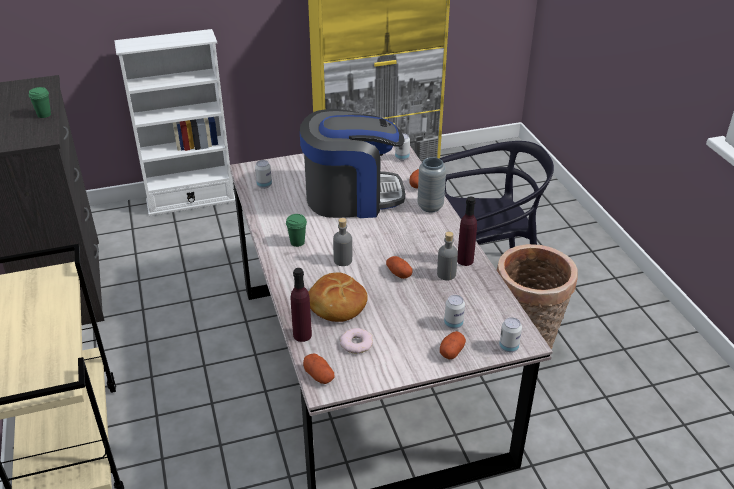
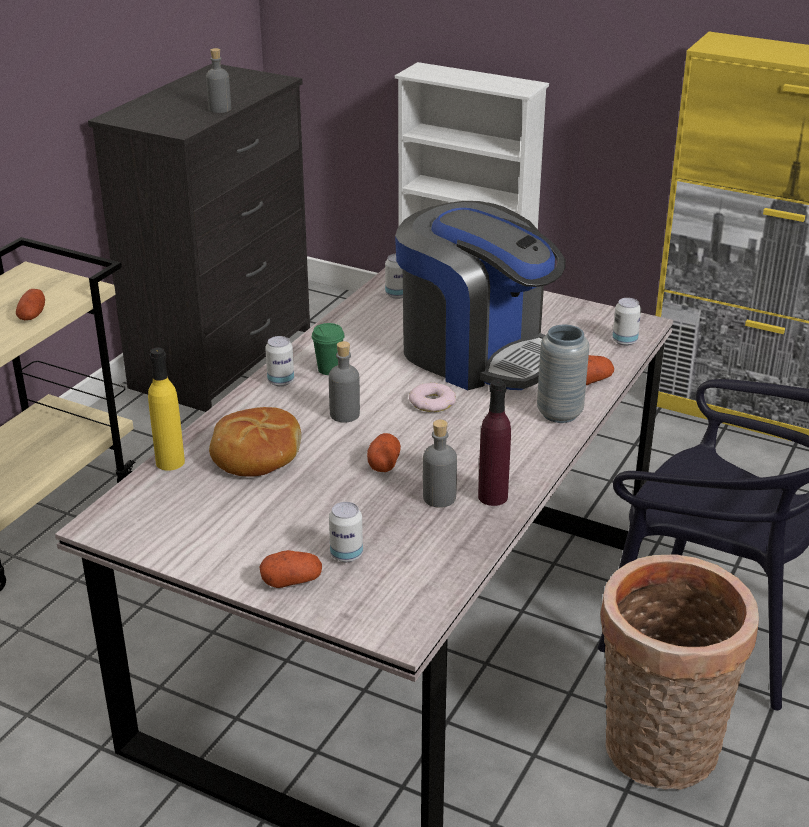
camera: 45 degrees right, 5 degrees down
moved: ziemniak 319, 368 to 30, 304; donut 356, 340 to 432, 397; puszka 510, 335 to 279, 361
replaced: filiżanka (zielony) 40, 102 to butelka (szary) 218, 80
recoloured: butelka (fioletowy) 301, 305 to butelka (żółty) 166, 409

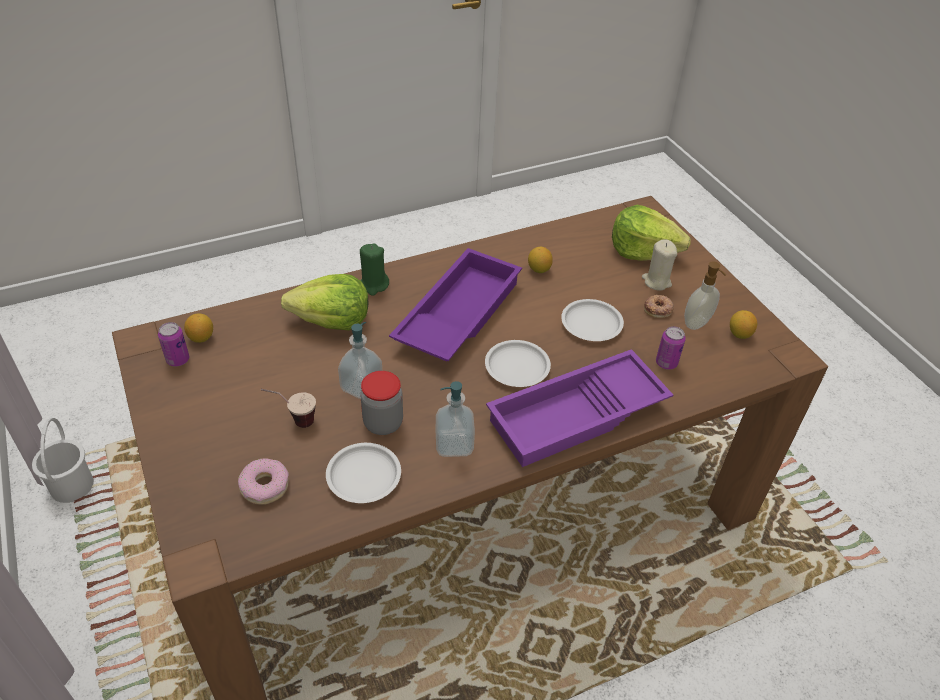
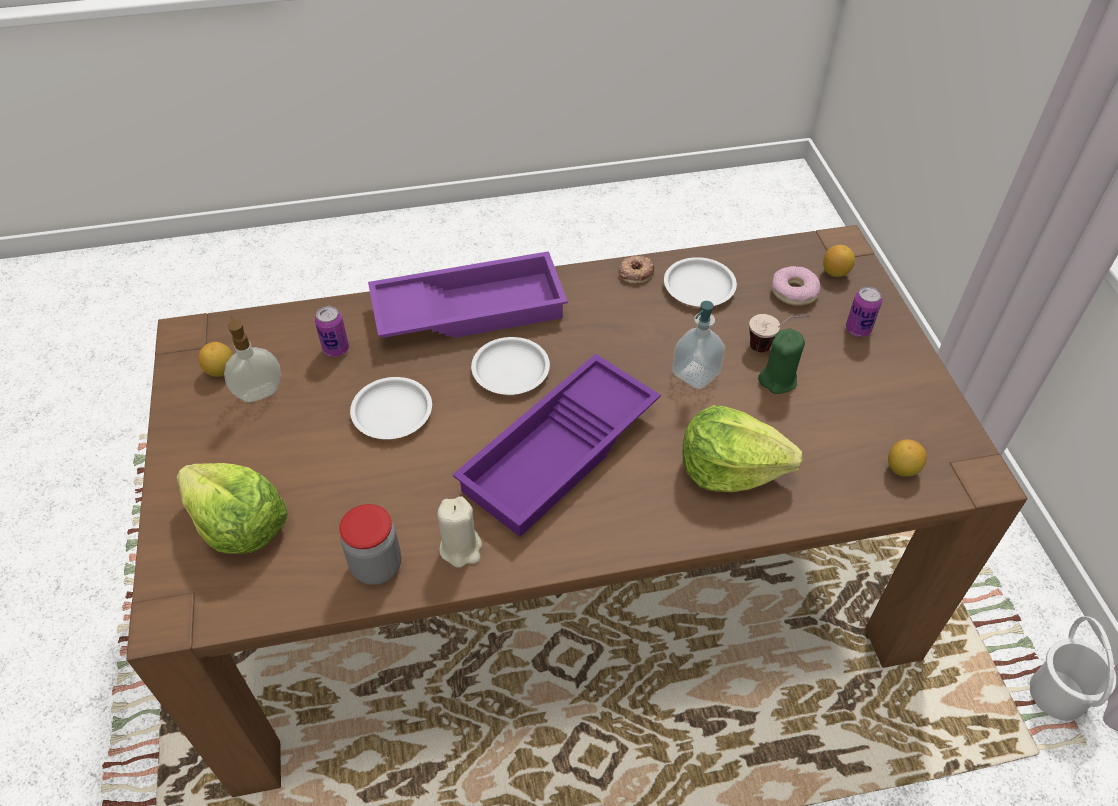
camera: 165 degrees left, 5 degrees up
removed: dozownik mydła 455, 419
moved: puszka 173, 344 to 864, 311; świeca (zielony) 374, 269 to 781, 361; słoik 381, 403 to 370, 544; cytryna 540, 260 to 839, 261; świeca (beżowy) 659, 265 to 459, 532; donut 659, 306 to 636, 270

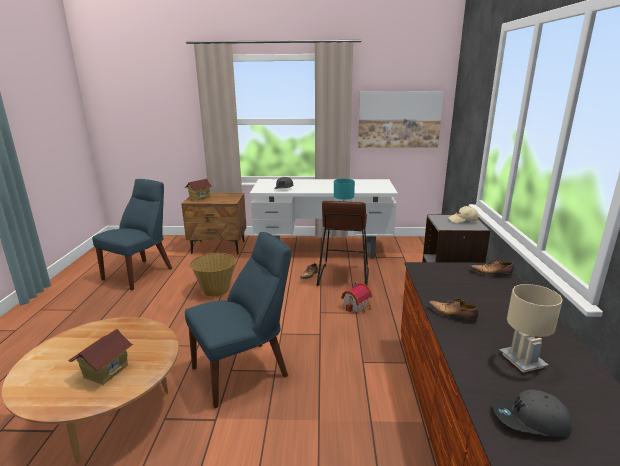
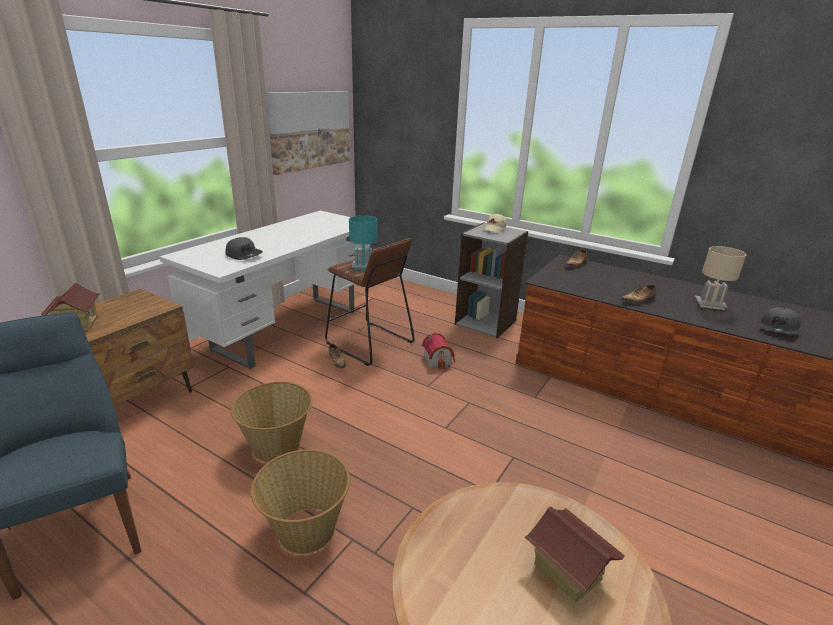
camera: 60 degrees left, 5 degrees up
removed: krzesło (niebieski) 238, 320
added: koszyk 300, 501

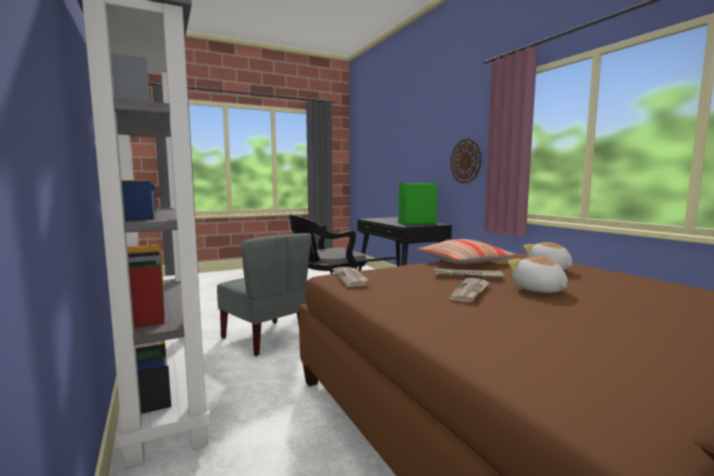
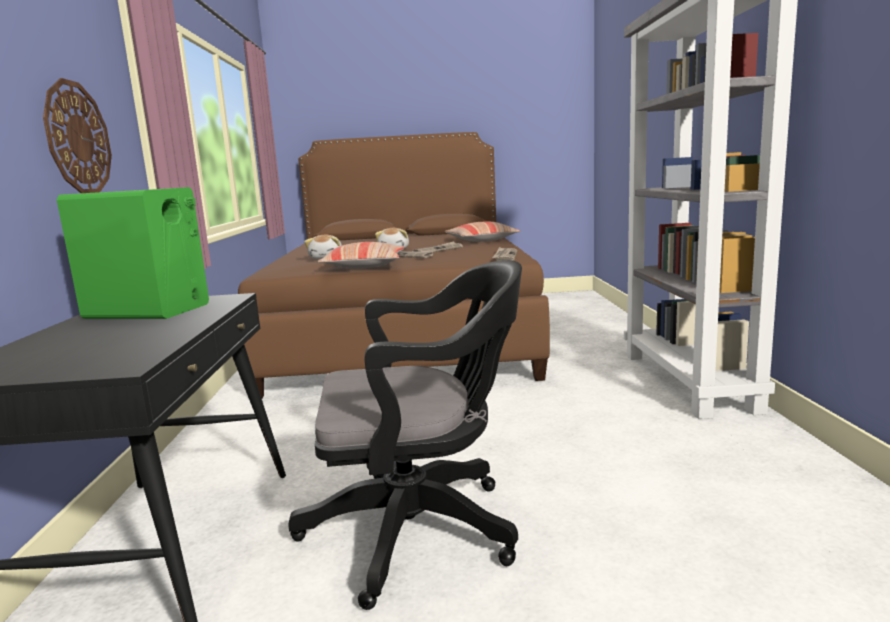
camera: 155 degrees left, 5 degrees up
removed: krzesło (szary) 264, 294
added: poduszka 482, 232

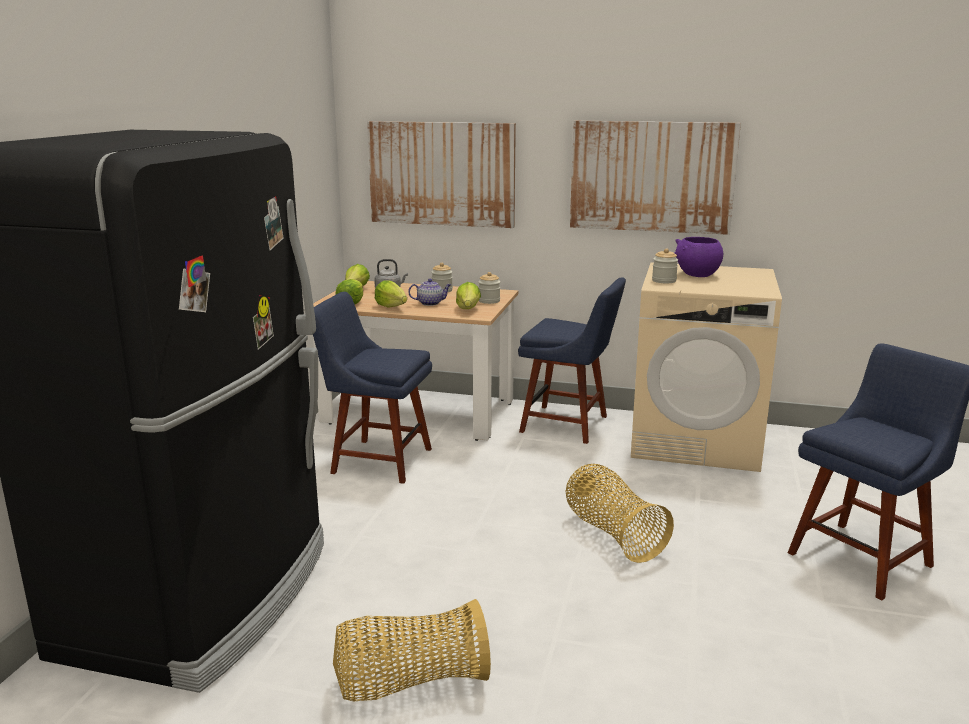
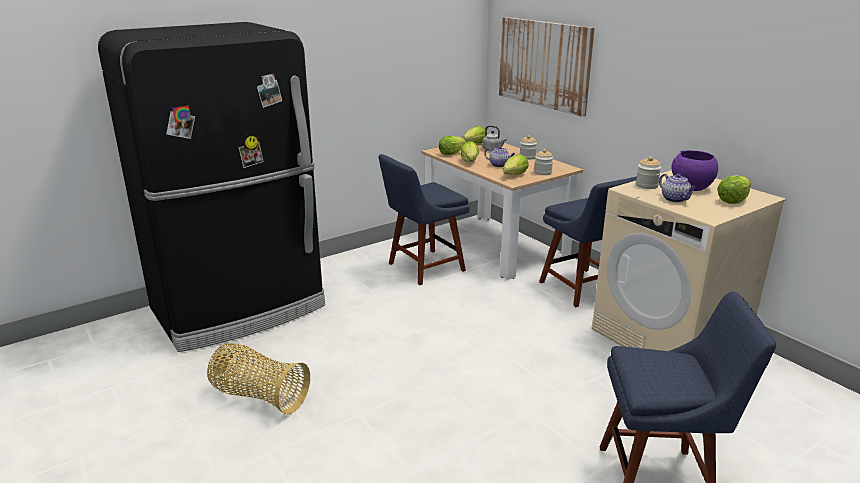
camera: 40 degrees right, 5 degrees up
removed: koszyk 620, 513; obraz 655, 178
added: imbryk 677, 188; sałata 734, 190
turned: krzesło (niebieski) 372, 388 = 424, 219 90 degrees counterclockwise

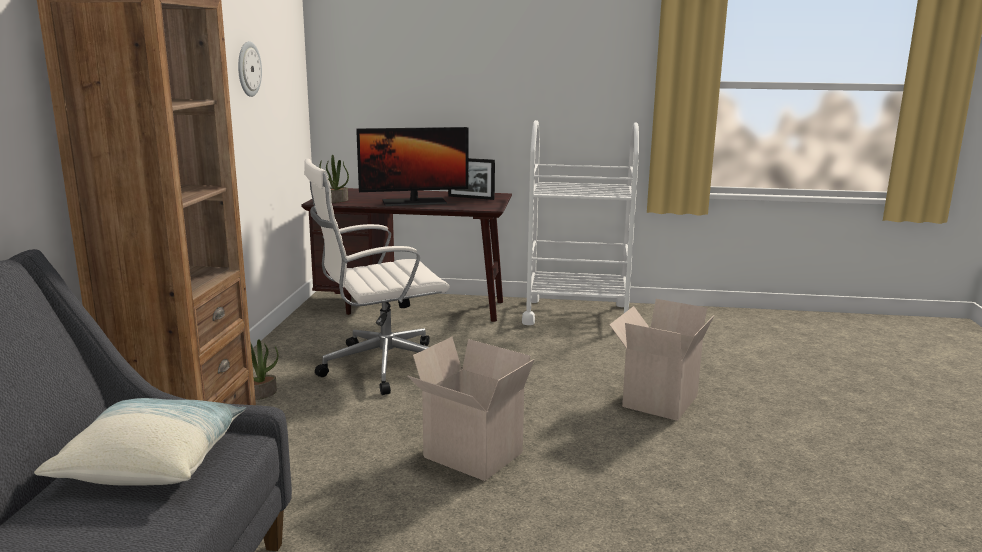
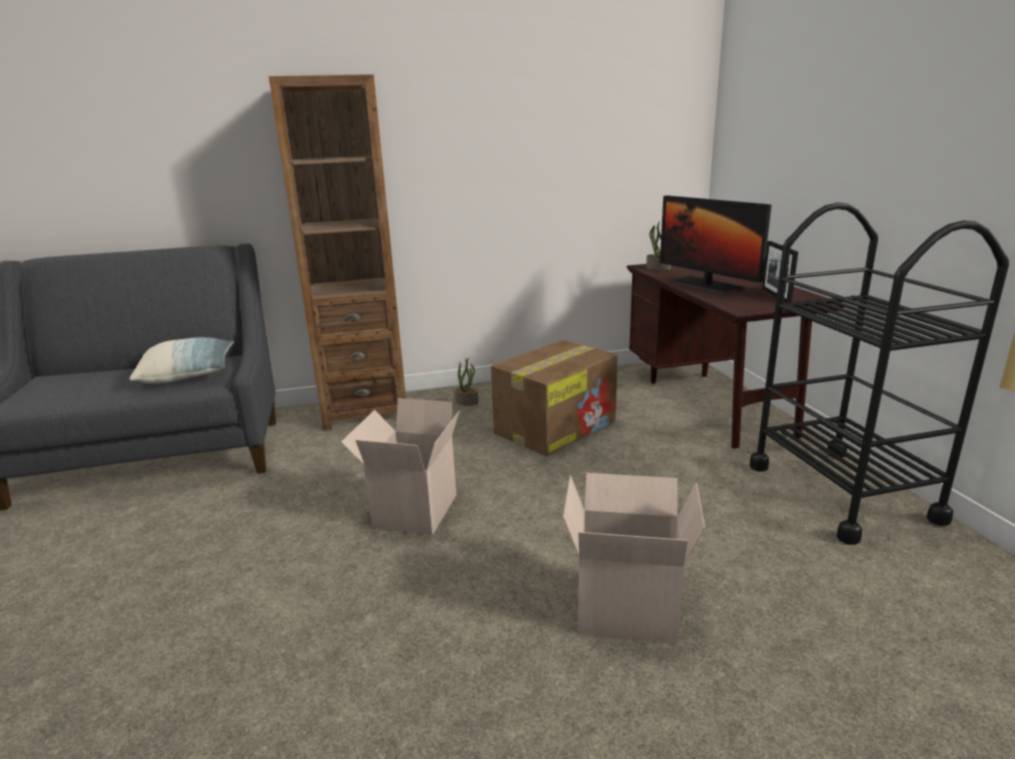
camera: 70 degrees right, 5 degrees up
removed: zegar ścienny 250, 69
replaced: krzesło biurowe (biały) 376, 276 to karton 554, 398
recoloured: wózek (biały) 580, 222 to wózek (czarny) 879, 373

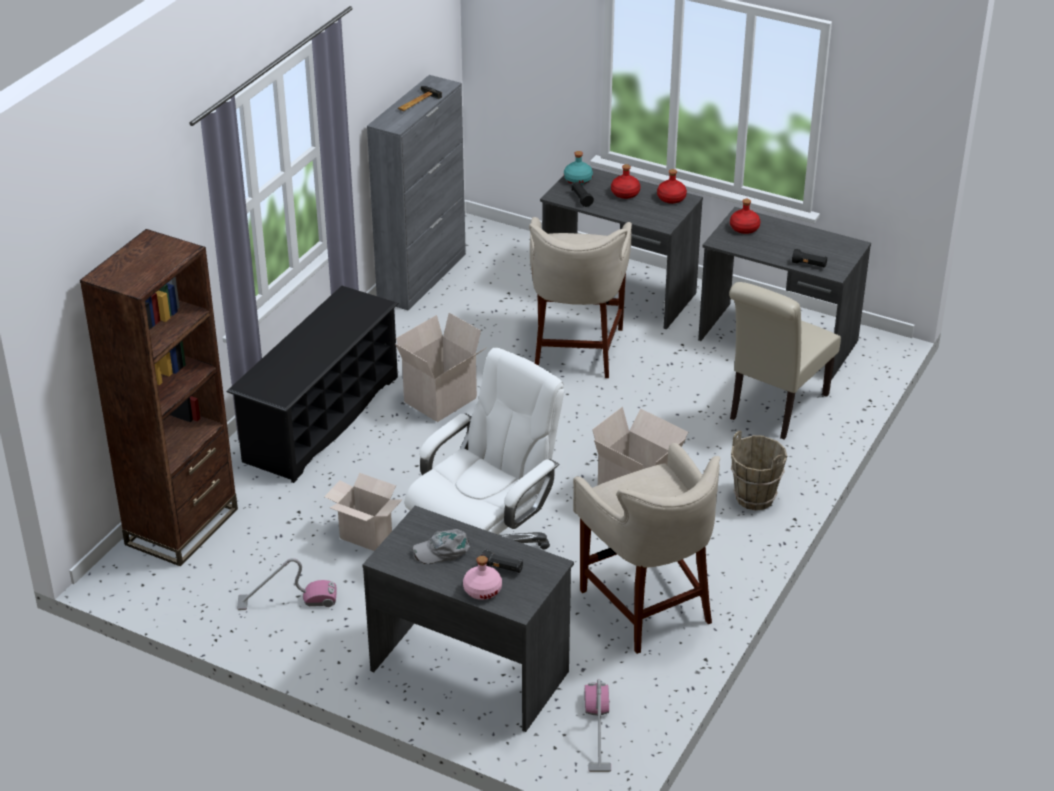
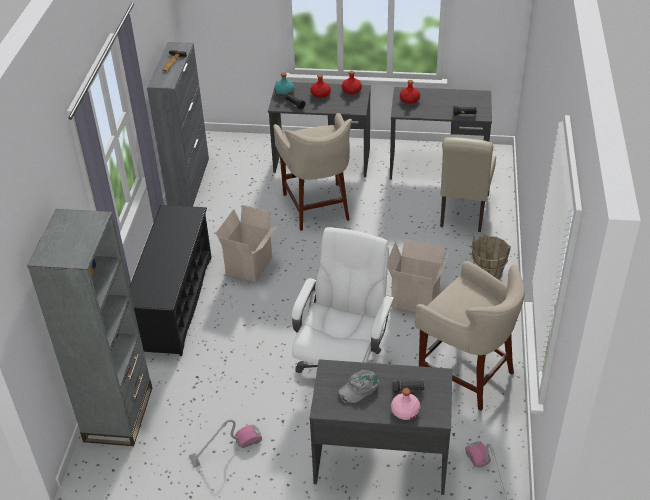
camera: 20 degrees left, 5 degrees up
removed: karton 363, 512
recoloured: regał (brązowy) 159, 397 to regał (szary) 89, 327

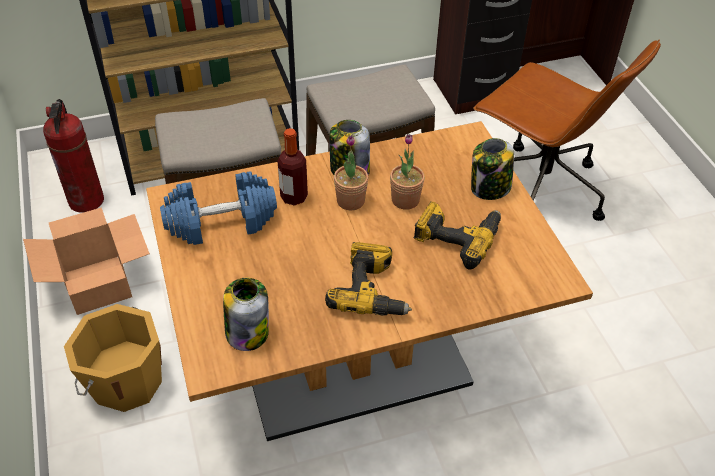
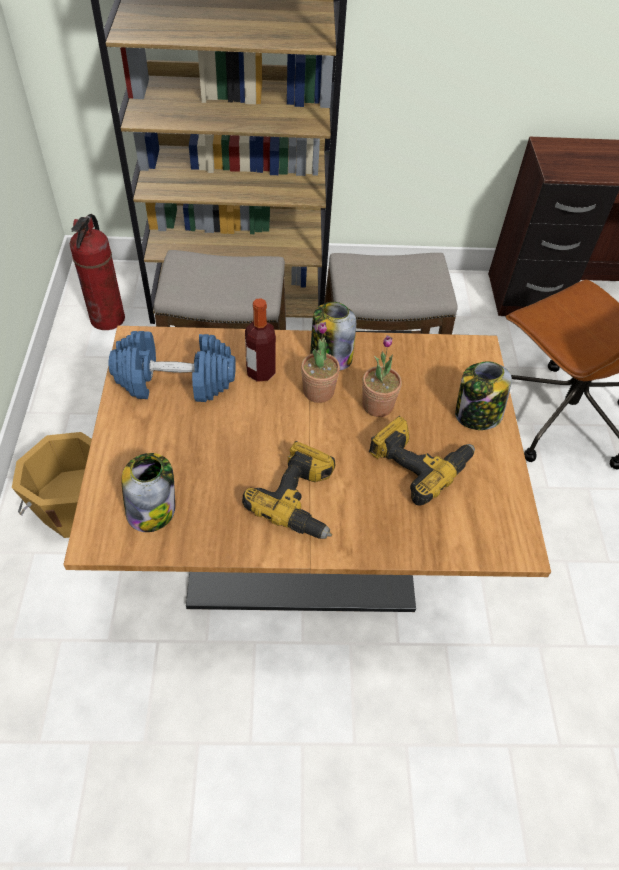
camera: 15 degrees right, 5 degrees up
removed: karton 86, 261

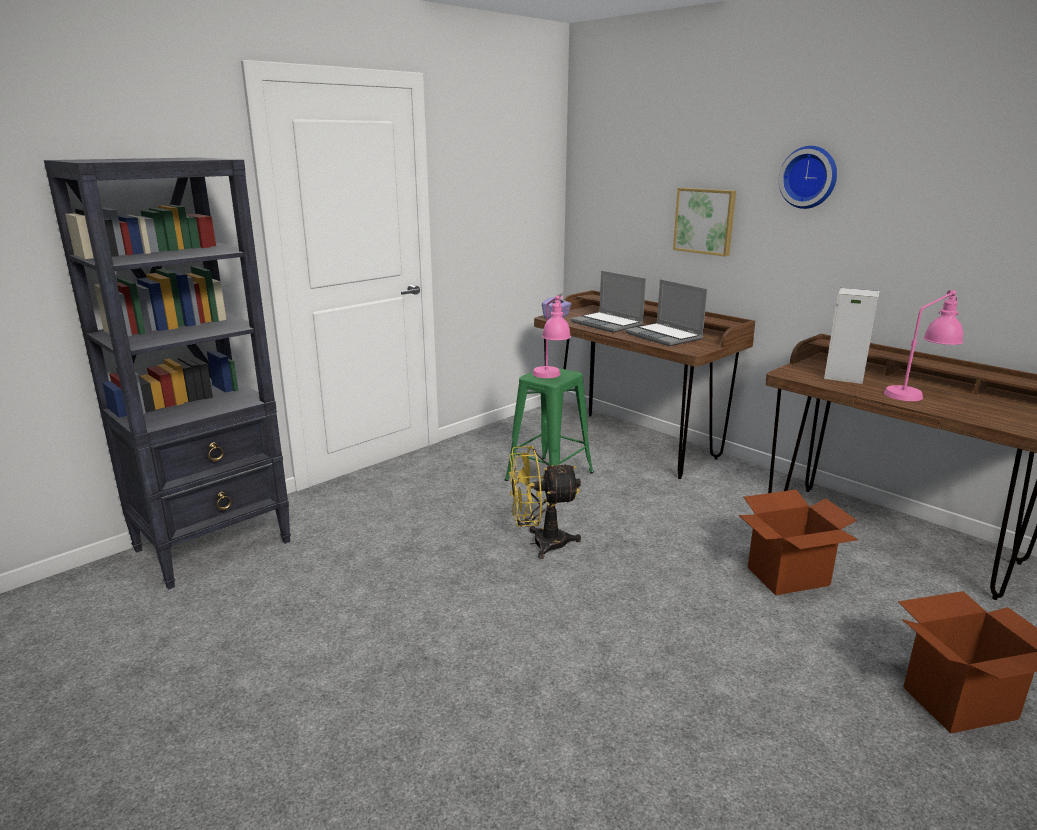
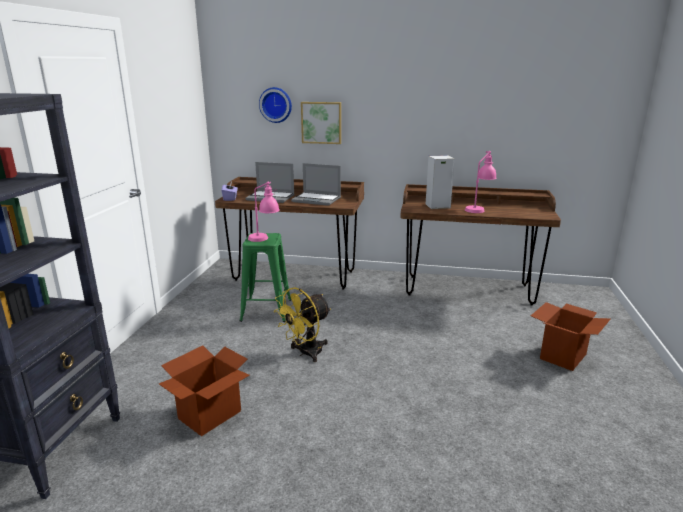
camera: 35 degrees left, 0 degrees up
moved: karton 798, 542 to 204, 390; zegar ścienny 808, 177 to 275, 105

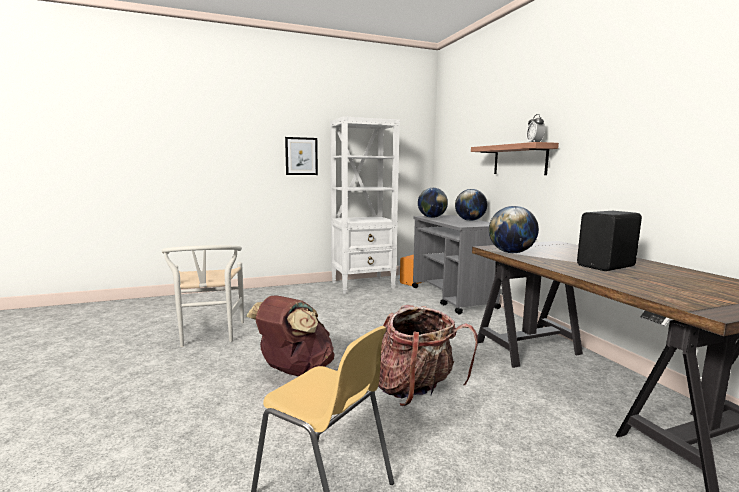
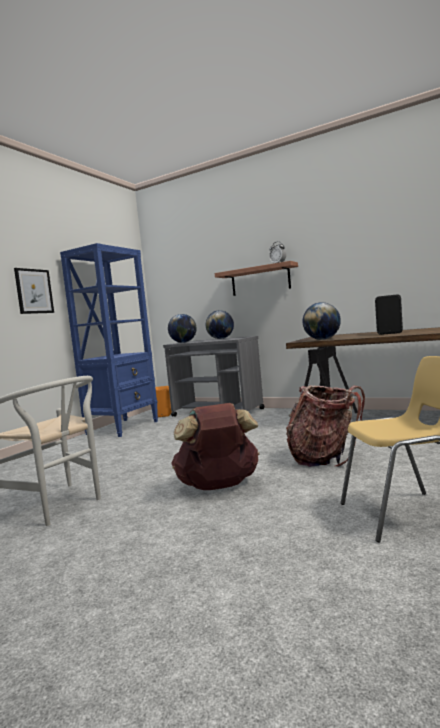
camera: 40 degrees left, 5 degrees down
recoloured: regał (biały) 365, 205 to regał (niebieski) 109, 340

